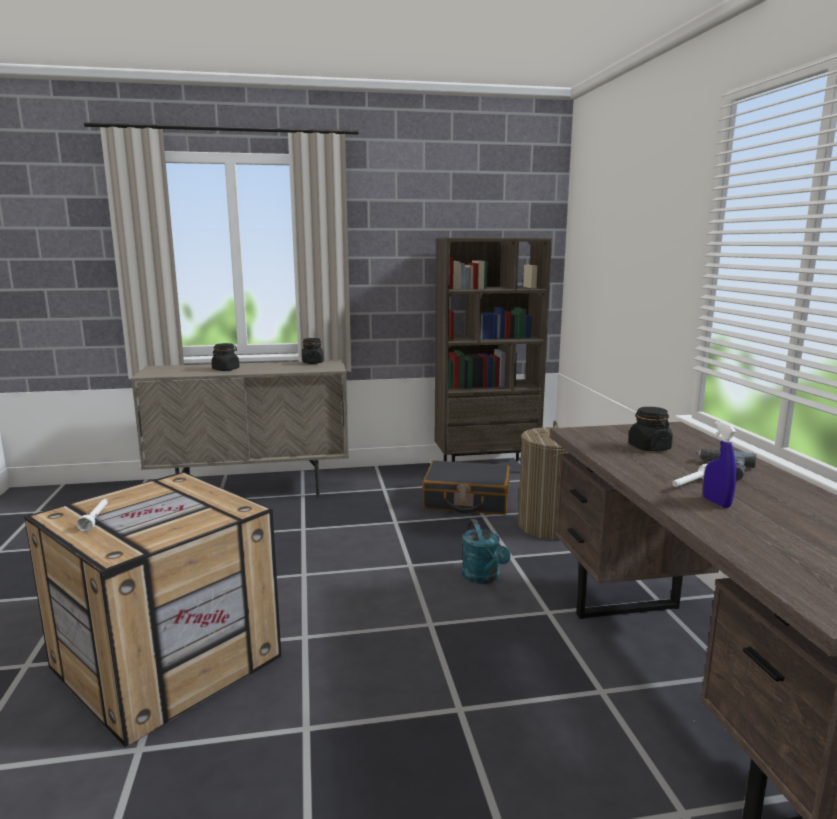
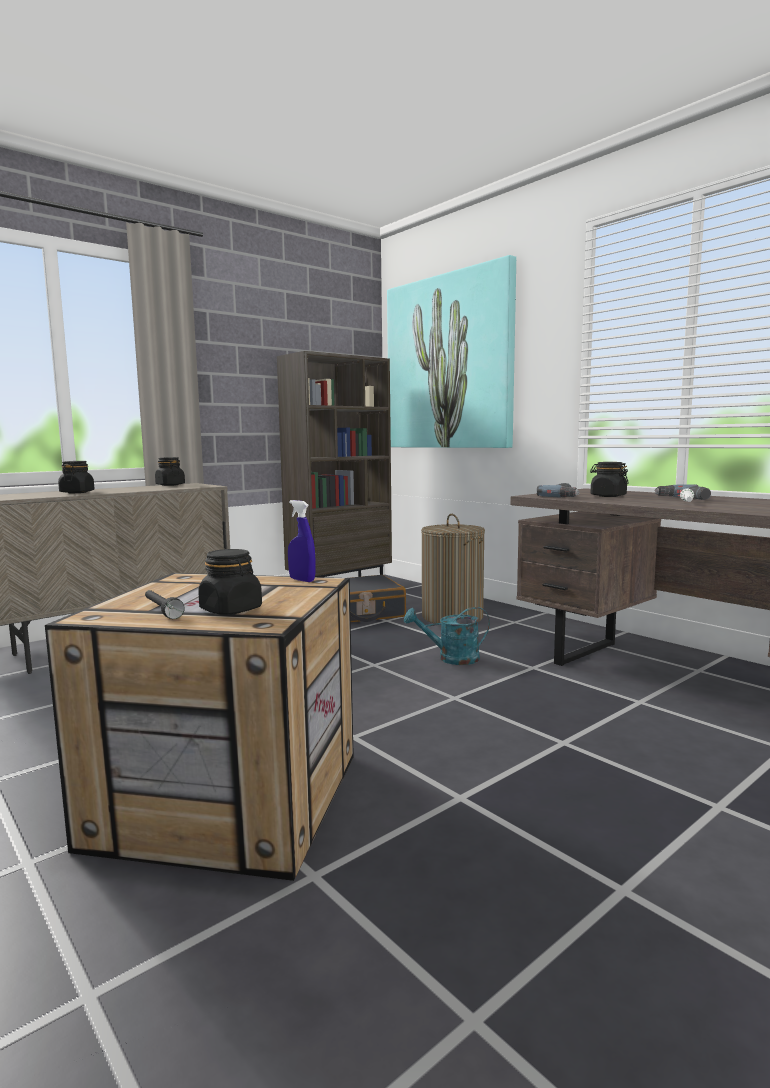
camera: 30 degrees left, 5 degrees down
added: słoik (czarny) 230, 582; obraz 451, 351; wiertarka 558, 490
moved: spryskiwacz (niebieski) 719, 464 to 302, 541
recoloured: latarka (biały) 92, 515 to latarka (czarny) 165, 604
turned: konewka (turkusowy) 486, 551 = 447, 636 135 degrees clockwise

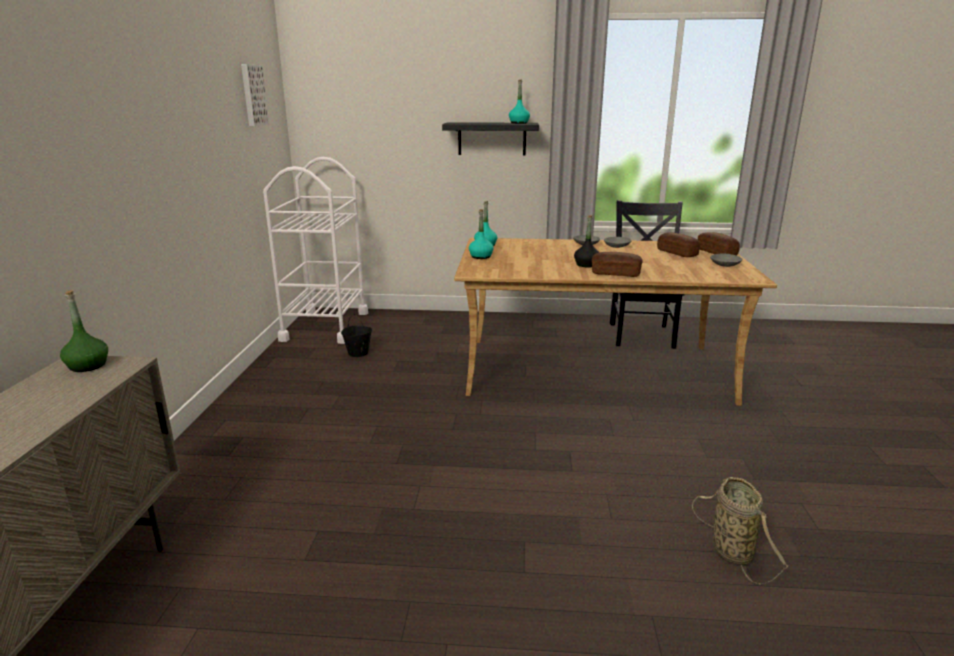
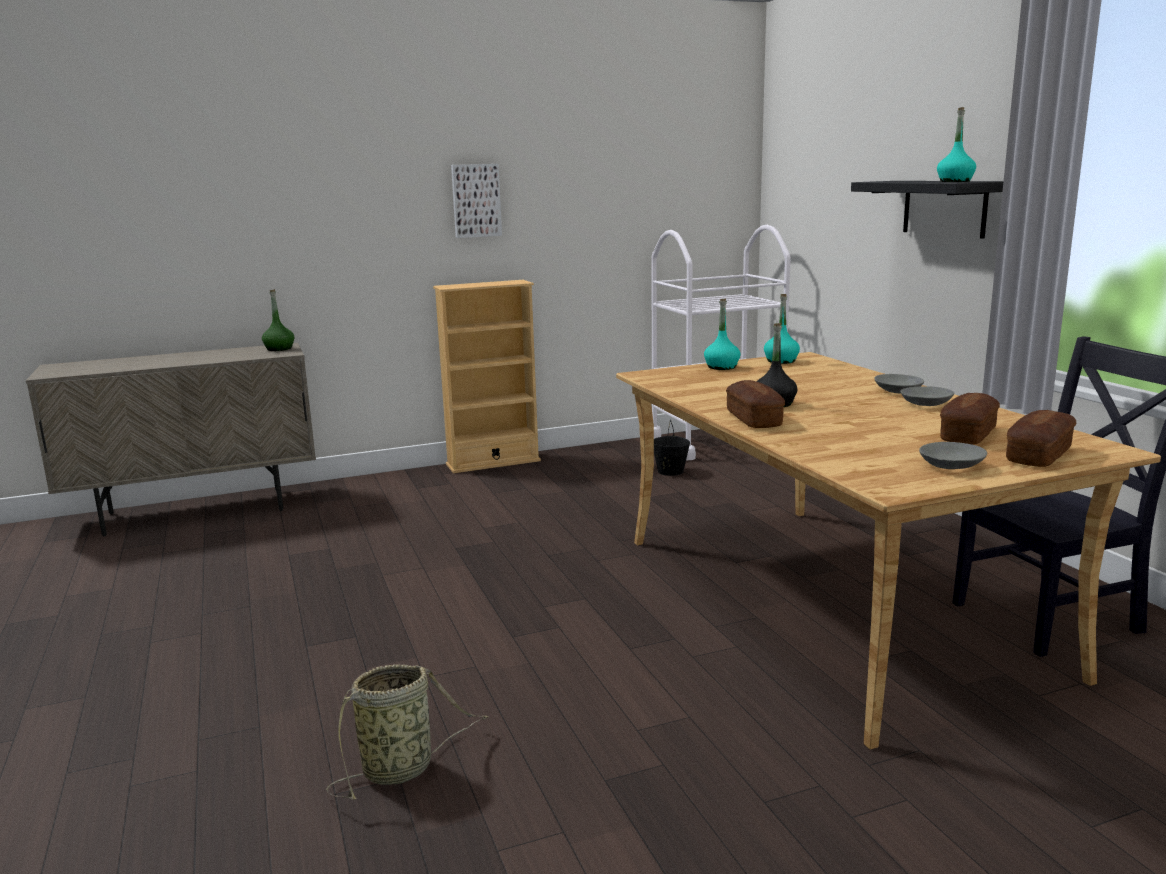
camera: 65 degrees right, 5 degrees down
added: regał (beżowy) 487, 376
moved: obraz 255, 95 to 476, 201

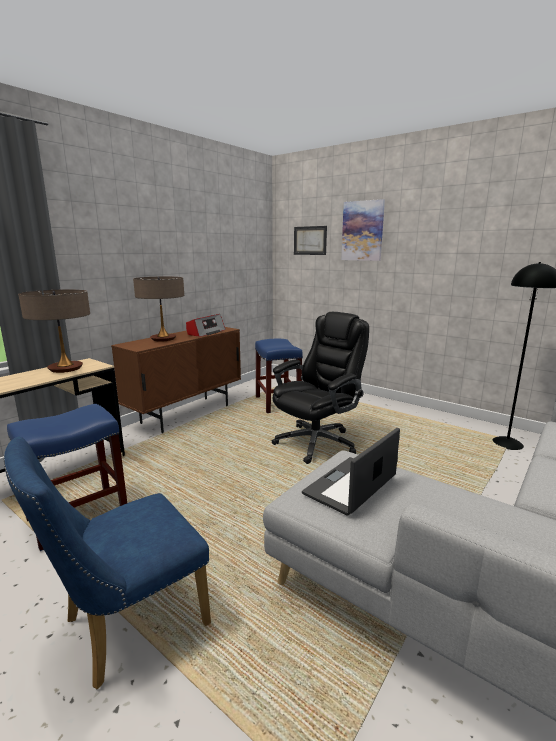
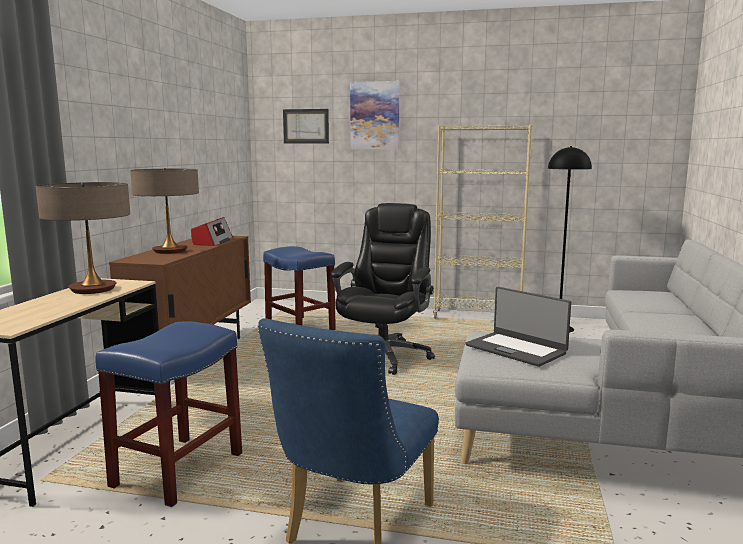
camera: 25 degrees left, 5 degrees down
added: regał (beżowy) 482, 222
turned: laptop 351, 472 = 518, 327 60 degrees counterclockwise

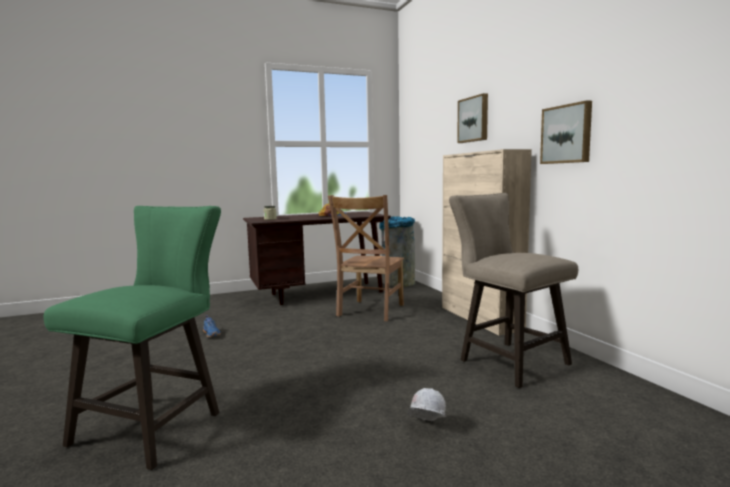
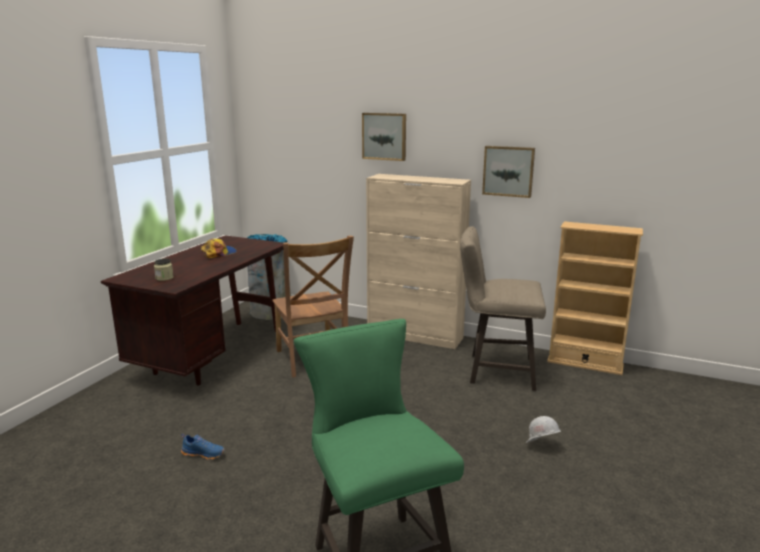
camera: 45 degrees left, 10 degrees up
added: regał (beżowy) 595, 298

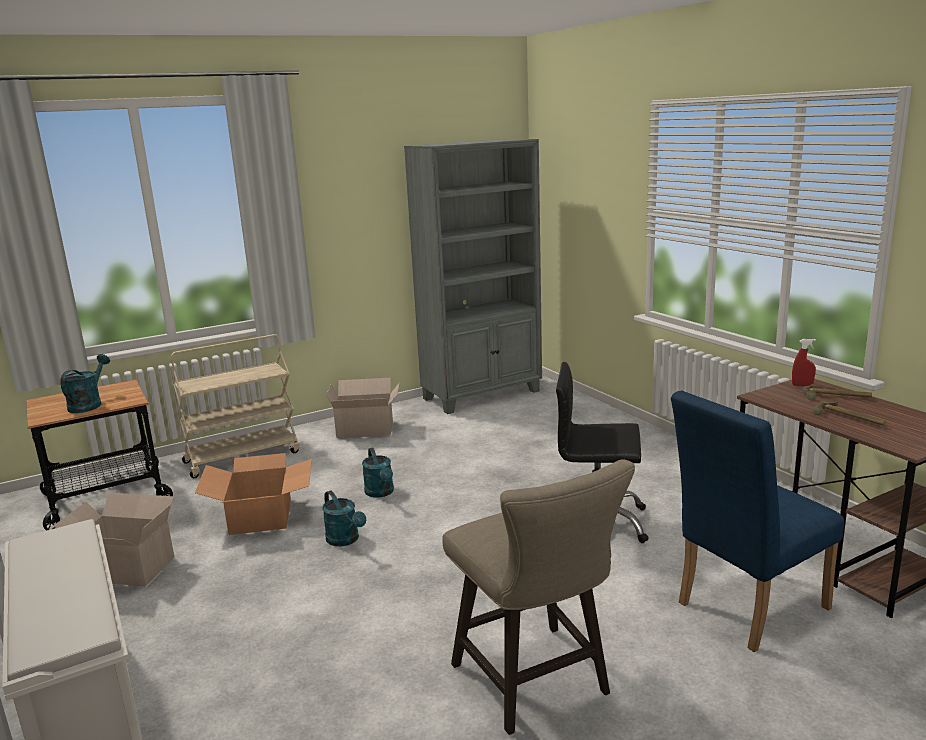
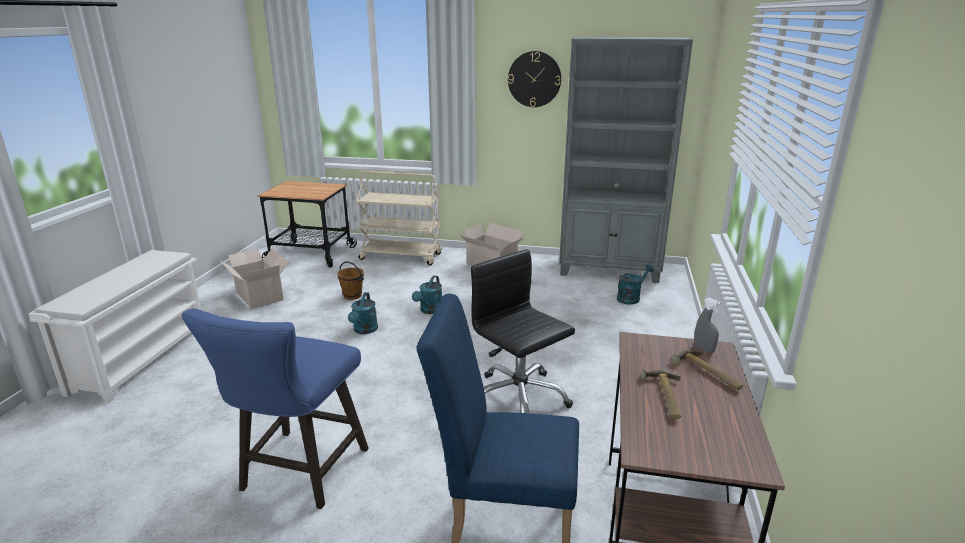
camera: 40 degrees right, 5 degrees up
added: zegar ścienny 534, 79
moved: konewka (turkusowy) 85, 383 to 635, 284
replaced: karton 253, 494 to wiadro (brązowy) 350, 280
recoloured: stołek (beżowy) 538, 597 to stołek (niebieski) 275, 408; spryskiwacz (czerwony) 804, 362 to spryskiwacz (szary) 707, 325

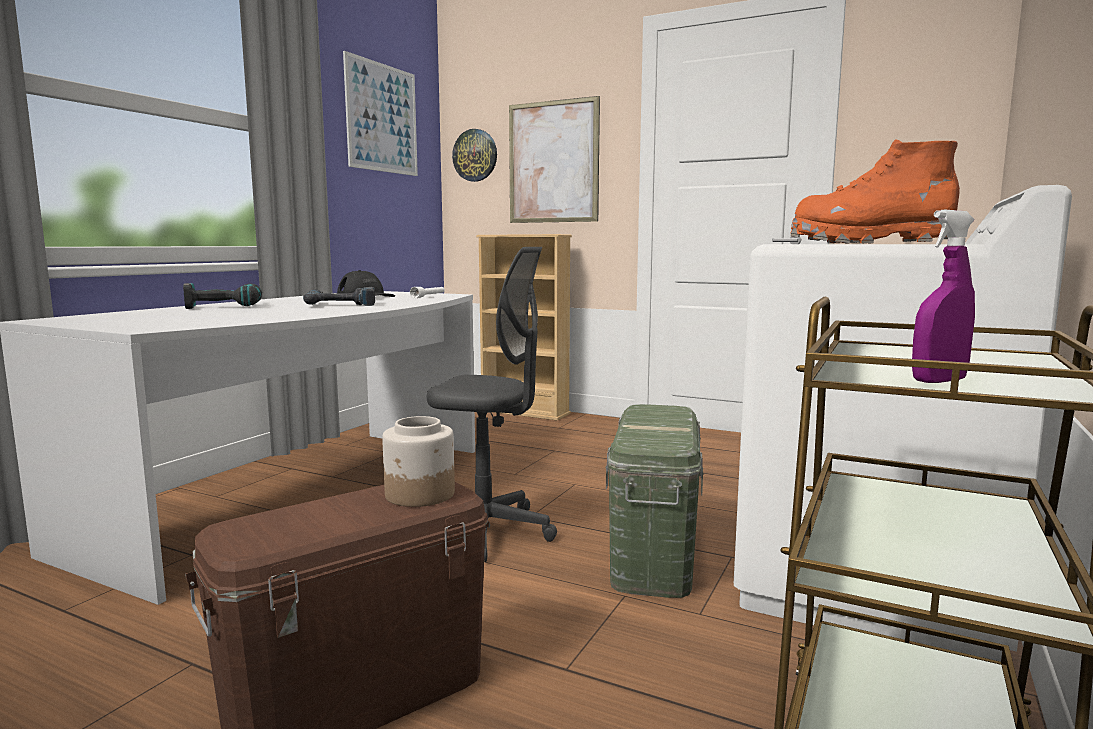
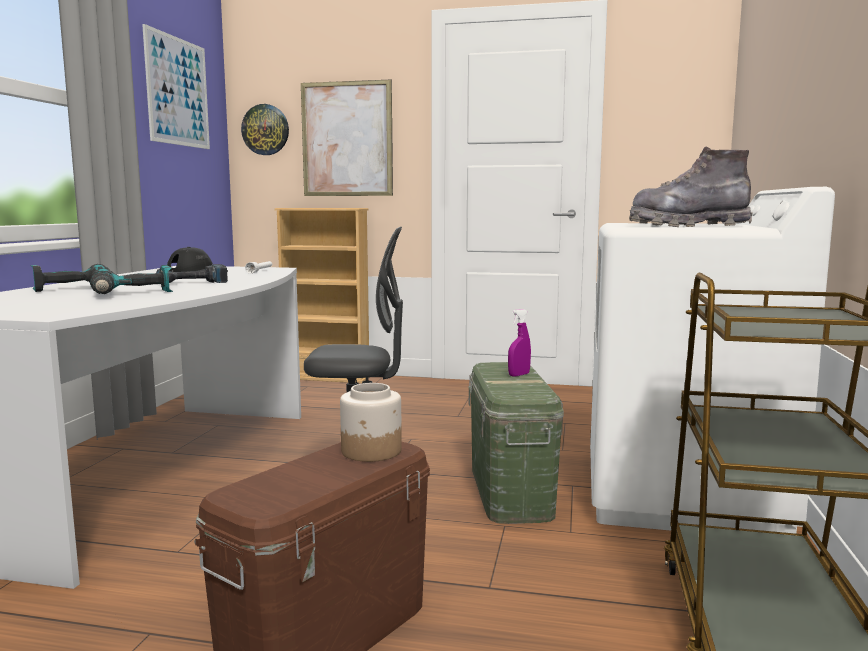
camera: 15 degrees left, 0 degrees up
added: wiertarka 131, 279
moved: spryskiwacz (fioletowy) 943, 296 to 519, 343
recoloured: but z cholewką (pomarańczowy) 875, 191 to but z cholewką (szary) 691, 187

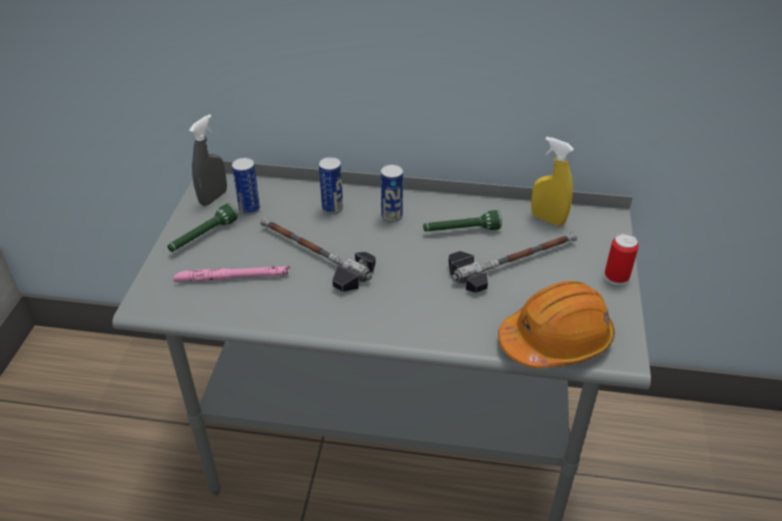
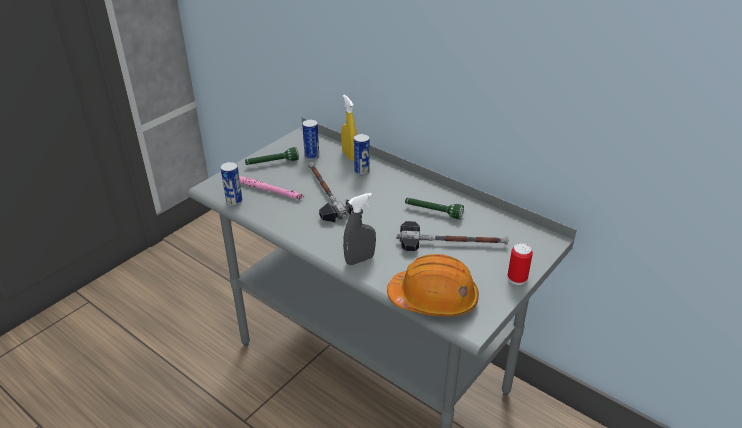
camera: 30 degrees right, 5 degrees down
moved: spryskiwacz (szary) 208, 160 to 359, 229; puszka 392, 193 to 231, 184; spryskiwacz (żółty) 552, 181 to 349, 128

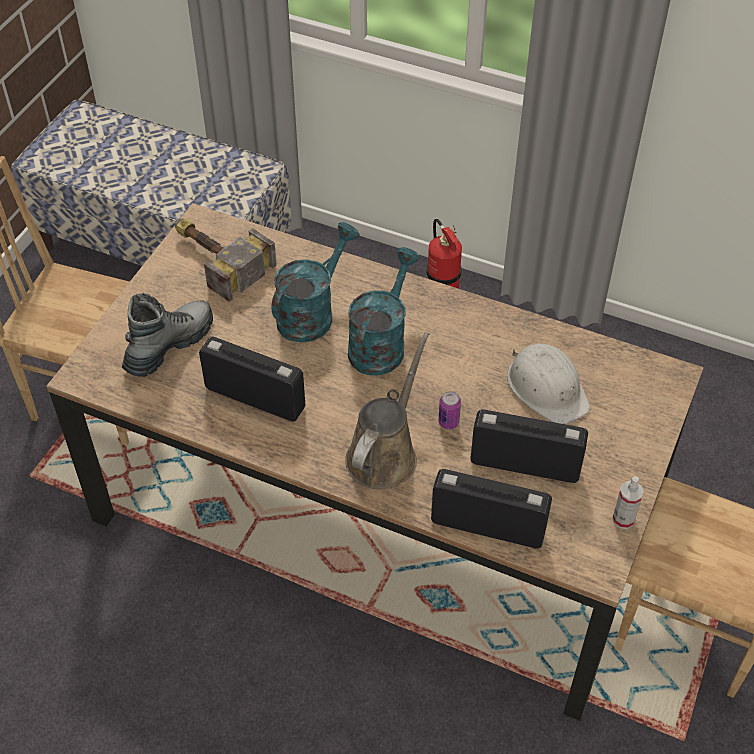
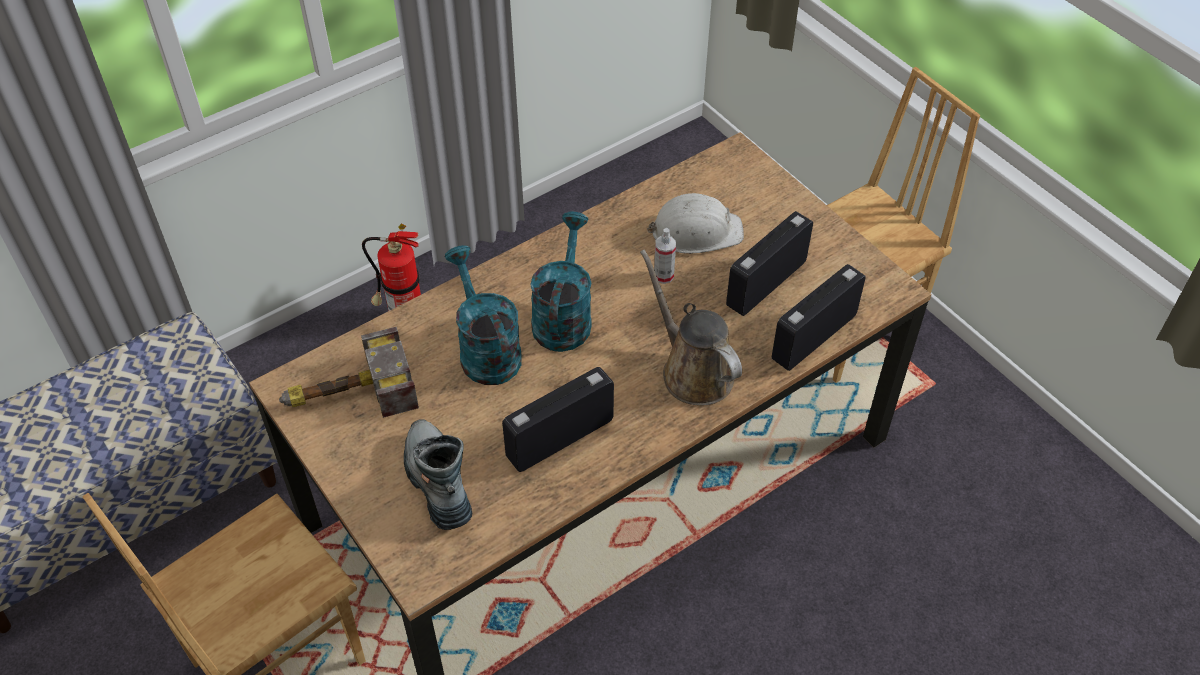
camera: 60 degrees left, 0 degrees up
removed: puszka 449, 410
moved: spryskiwacz 628, 503 to 665, 256
turned: konewka (turkusowy) 384, 311 = 561, 282 45 degrees clockwise

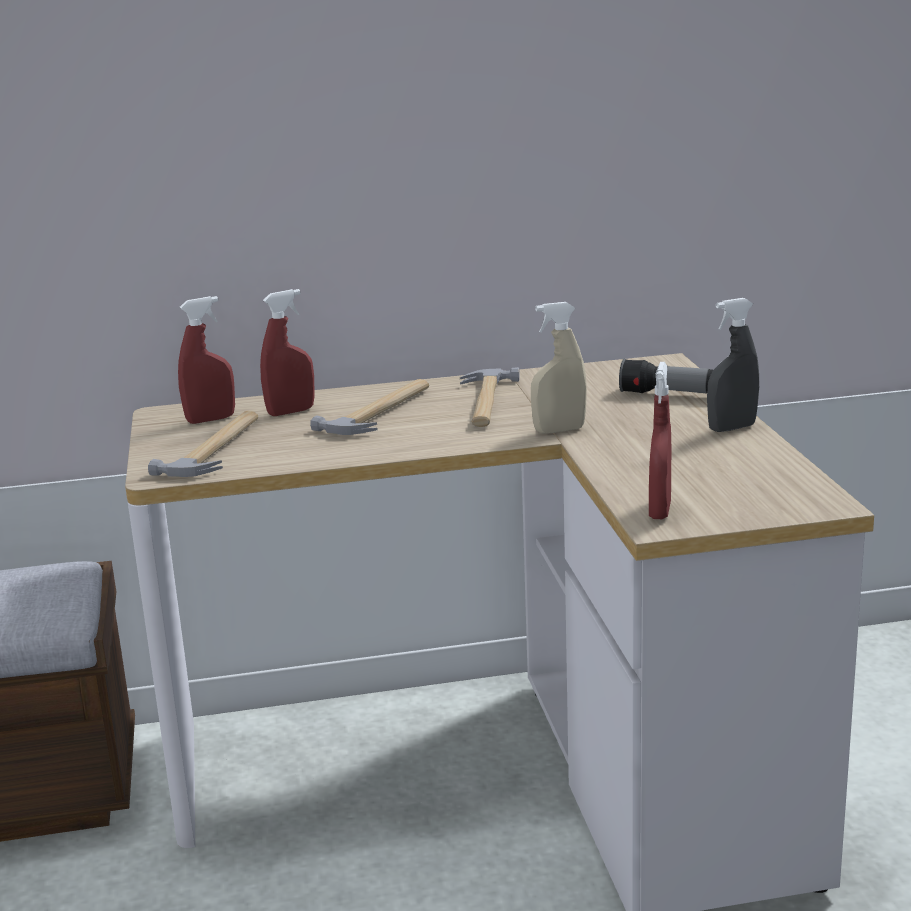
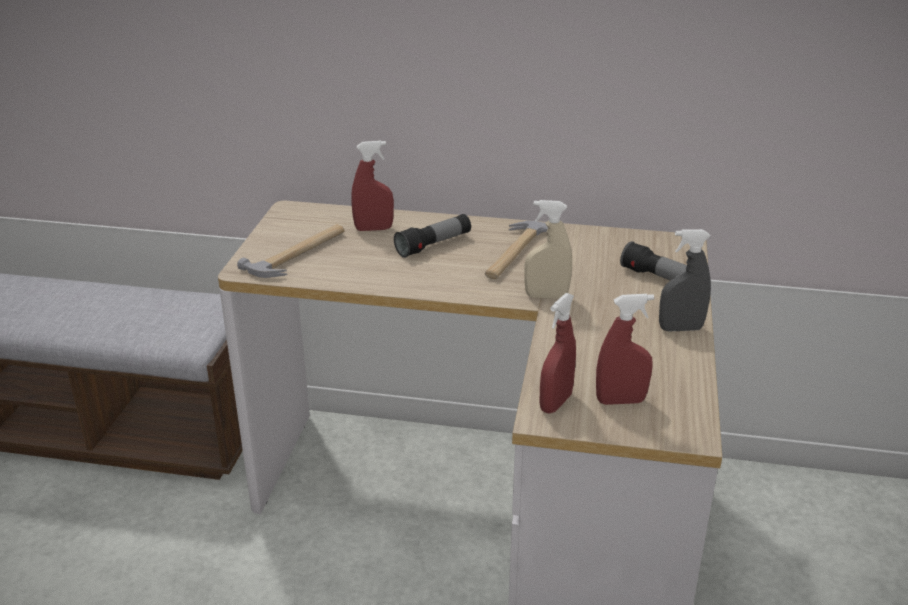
camera: 20 degrees right, 10 degrees up
moved: spryskiwacz (czerwony) 206, 360 to 625, 349
replaced: młotek 369, 407 to latarka 432, 236

